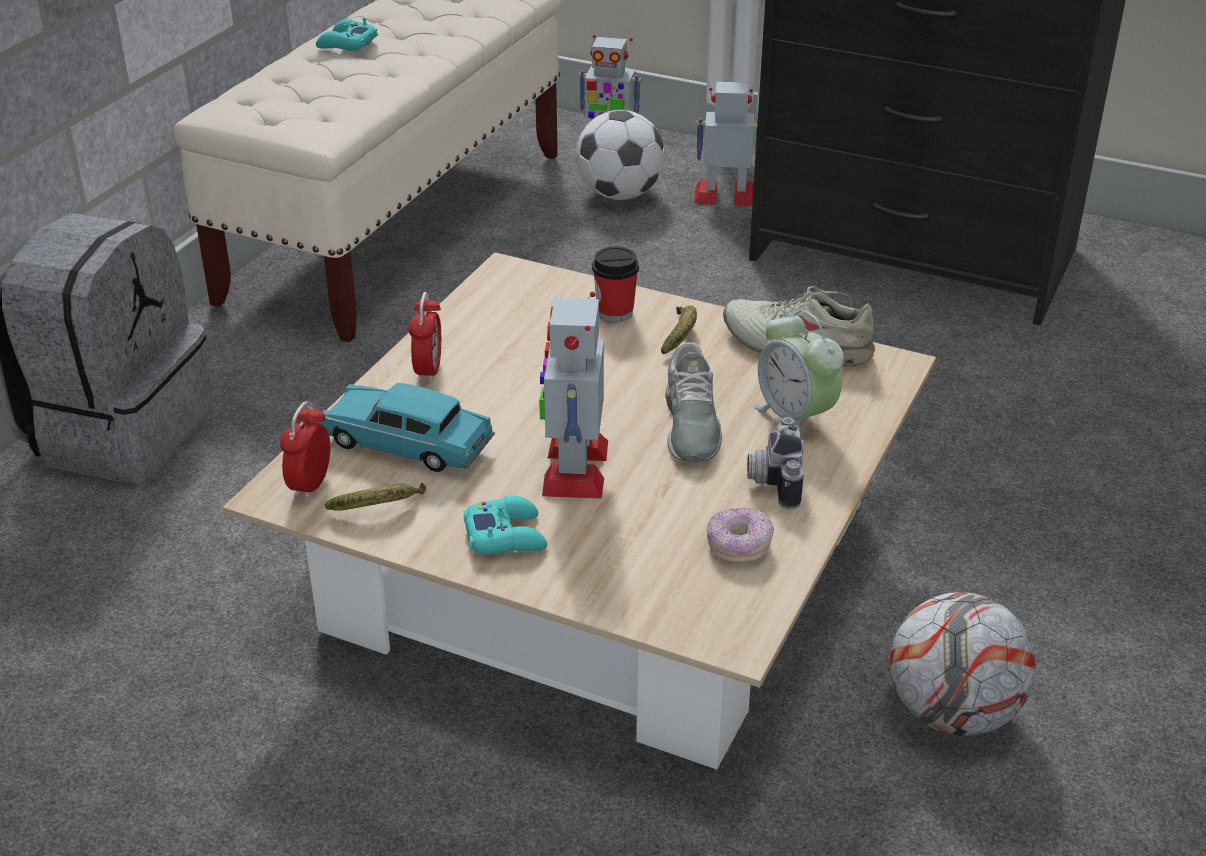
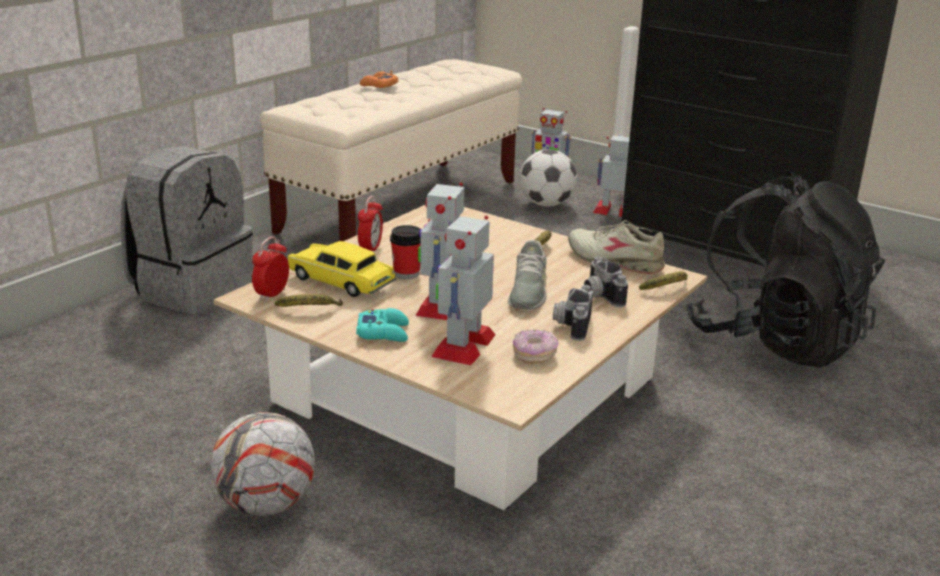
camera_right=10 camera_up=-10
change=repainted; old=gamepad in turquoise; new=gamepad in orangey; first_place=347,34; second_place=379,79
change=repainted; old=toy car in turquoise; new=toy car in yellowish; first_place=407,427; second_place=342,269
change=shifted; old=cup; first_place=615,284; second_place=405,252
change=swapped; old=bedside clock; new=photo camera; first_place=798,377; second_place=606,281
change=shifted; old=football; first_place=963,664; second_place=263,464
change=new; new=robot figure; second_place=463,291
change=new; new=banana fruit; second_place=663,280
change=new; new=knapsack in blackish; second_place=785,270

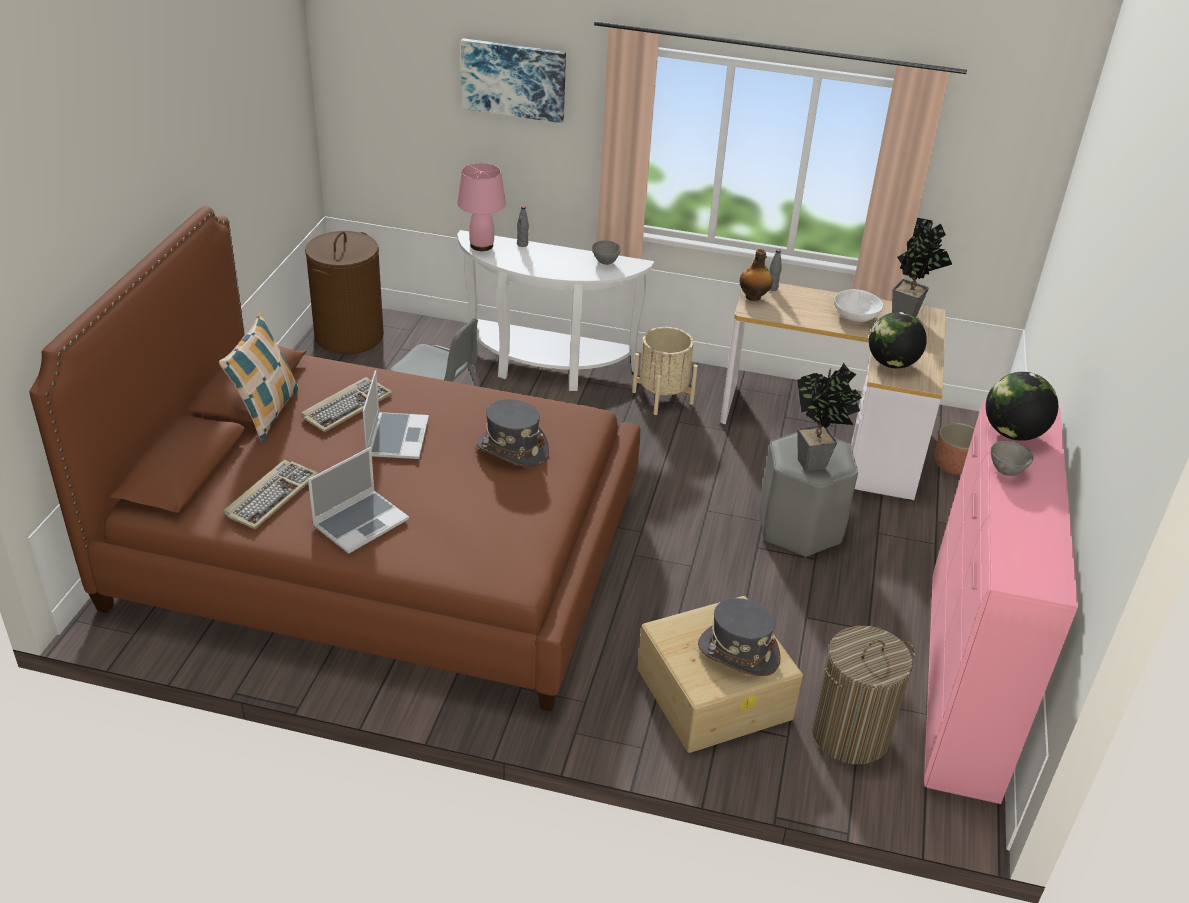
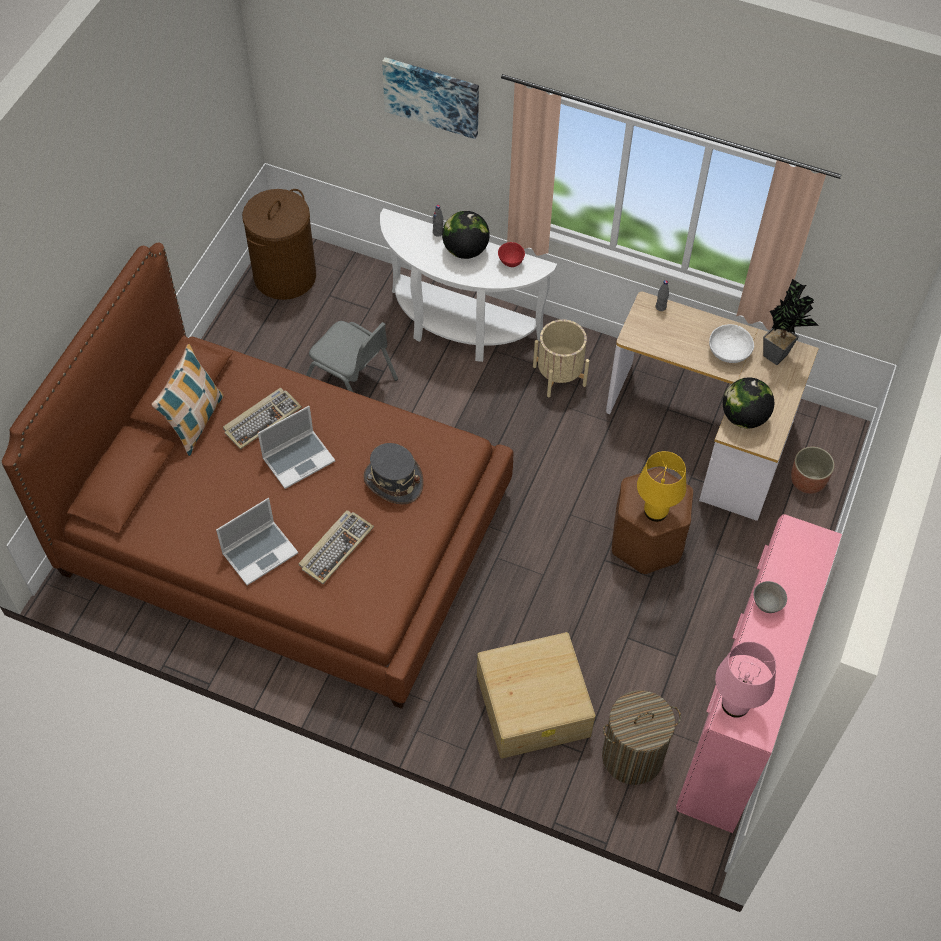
camera_right=10 camera_up=20
change=shifted; old=PC keyboard; first_place=271,494; second_place=336,547
change=rotated; old=notebook computer; first_place=396,414; second_place=296,447; degrees=45
change=shifted; old=tabletop lamp in pink; first_place=481,207; second_place=745,680
change=repainted; old=deep dish in grey; new=deep dish in red-coloured; first_place=606,252; second_place=511,254
change=gone; old=clothing hat in grey; first_place=739,637
change=gone; old=beverage bottle; first_place=756,275
change=repainted; old=stool seat in grey; new=stool seat in brown; first_place=808,494; second_place=652,520
change=swapped; old=potted plant; new=tabletop lamp in yellowish; first_place=829,417; second_place=661,486
change=shifted; old=desk globe; first_place=1022,406; second_place=466,235

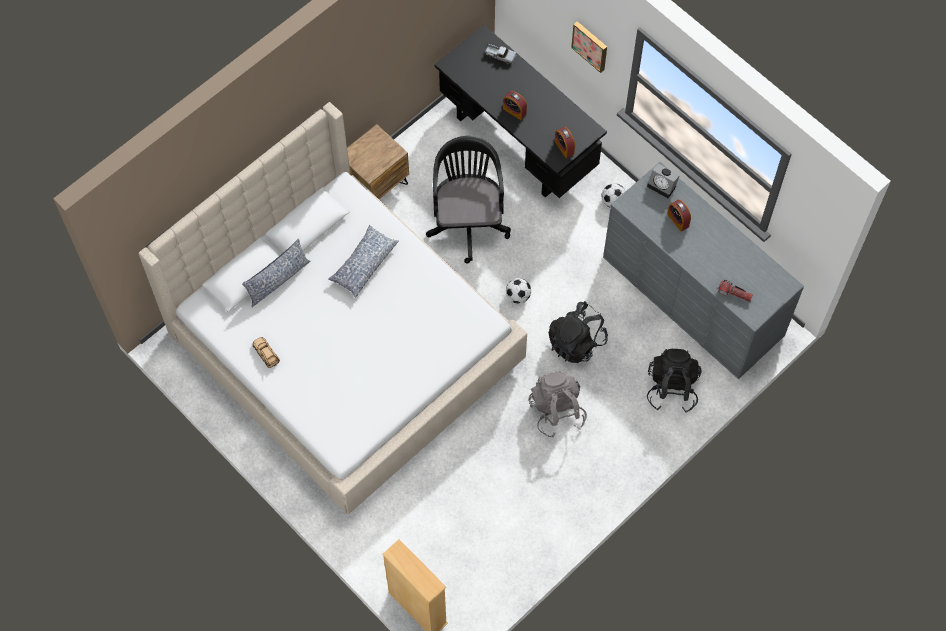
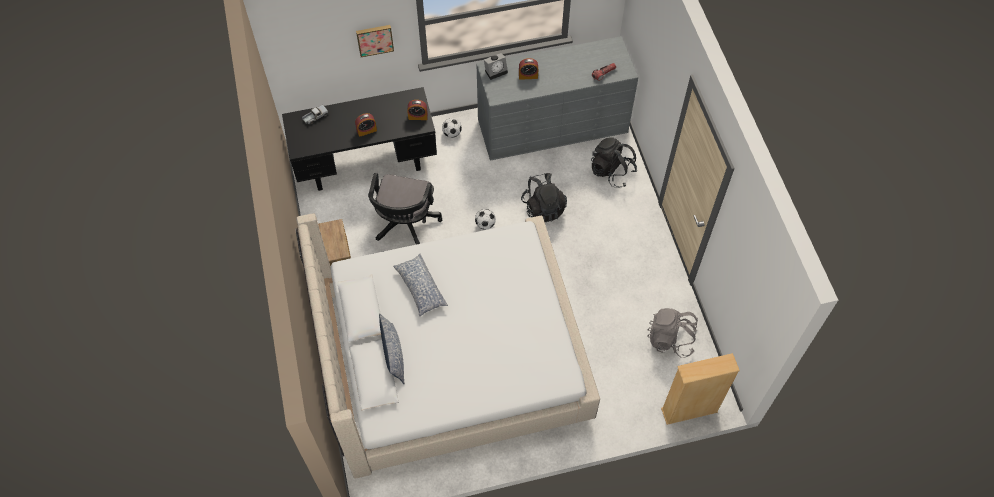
camera_right=-60 camera_up=-5
change=gone; old=toy car in sand-coloured; first_place=266,352
change=rotated; old=desk chair in blackish; first_place=468,200; second_place=405,209; degrees=-105
change=shifted; old=knapsack in grey; first_place=558,404; second_place=672,333

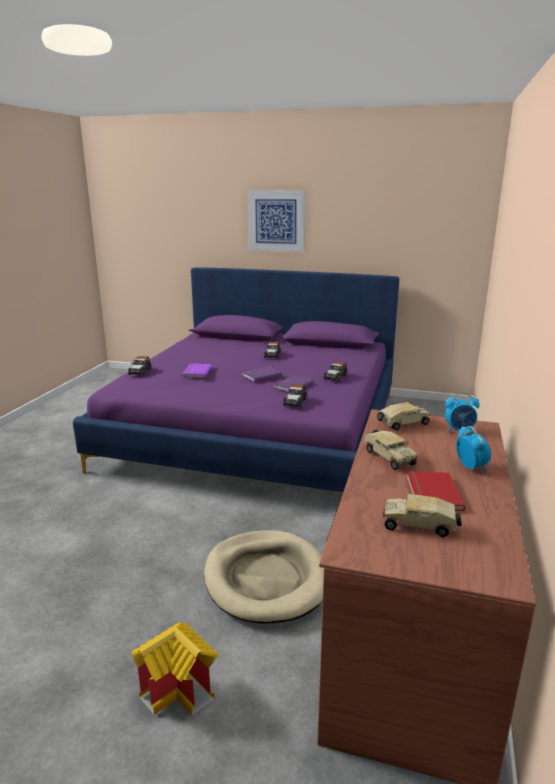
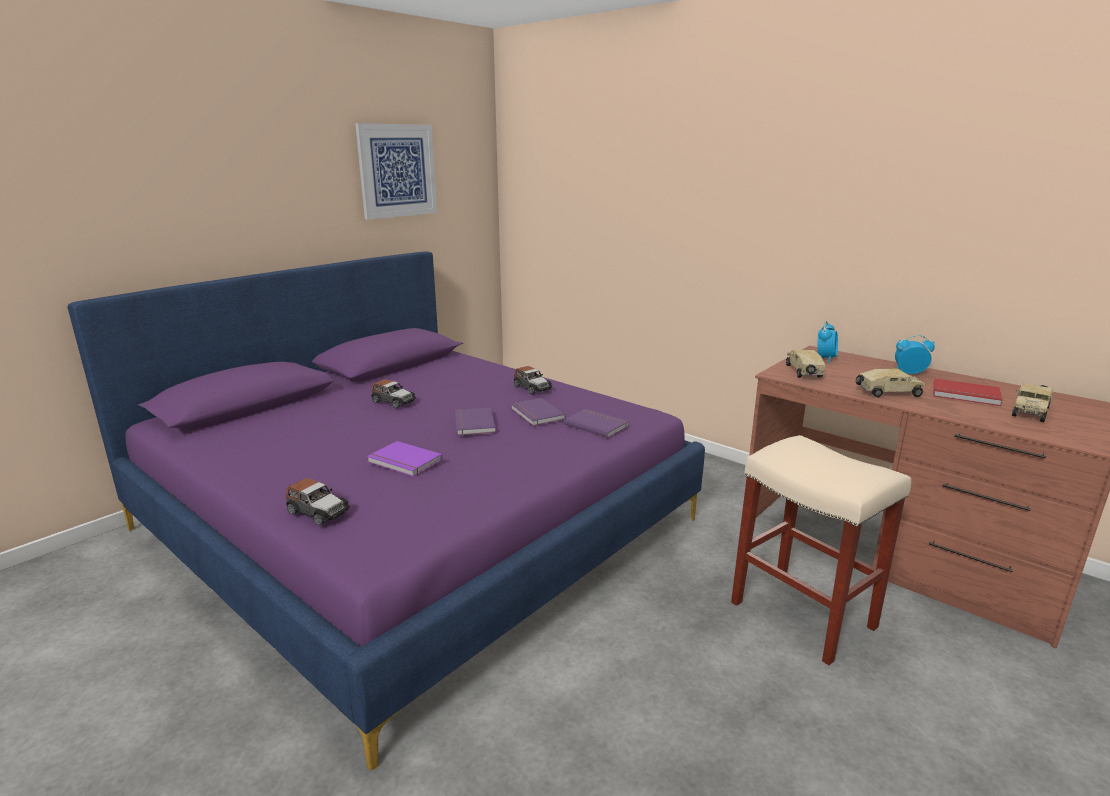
camera_right=-65 camera_up=0
change=gone; old=model house; first_place=175,669
change=swapped; old=dog cushion in sand-coloured; new=stool seat in sand-coloured; first_place=264,577; second_place=821,550
change=shifted; old=wall picture; first_place=276,221; second_place=396,171
change=swapped; old=toy car; new=book in purple; first_place=295,396; second_place=596,423

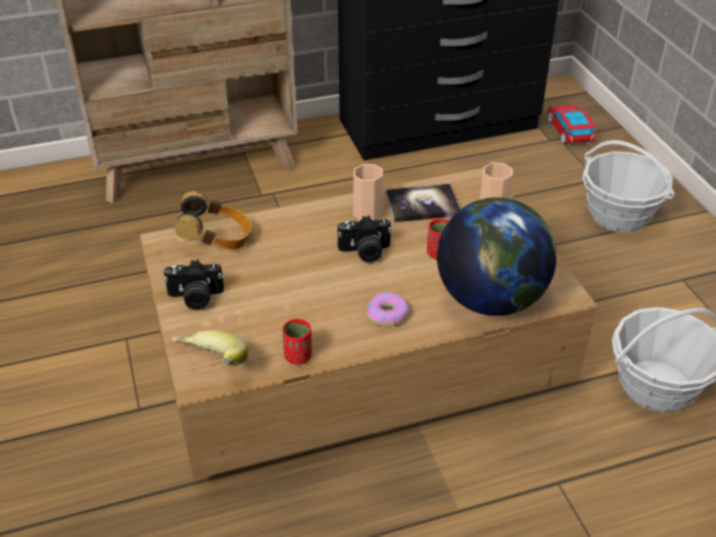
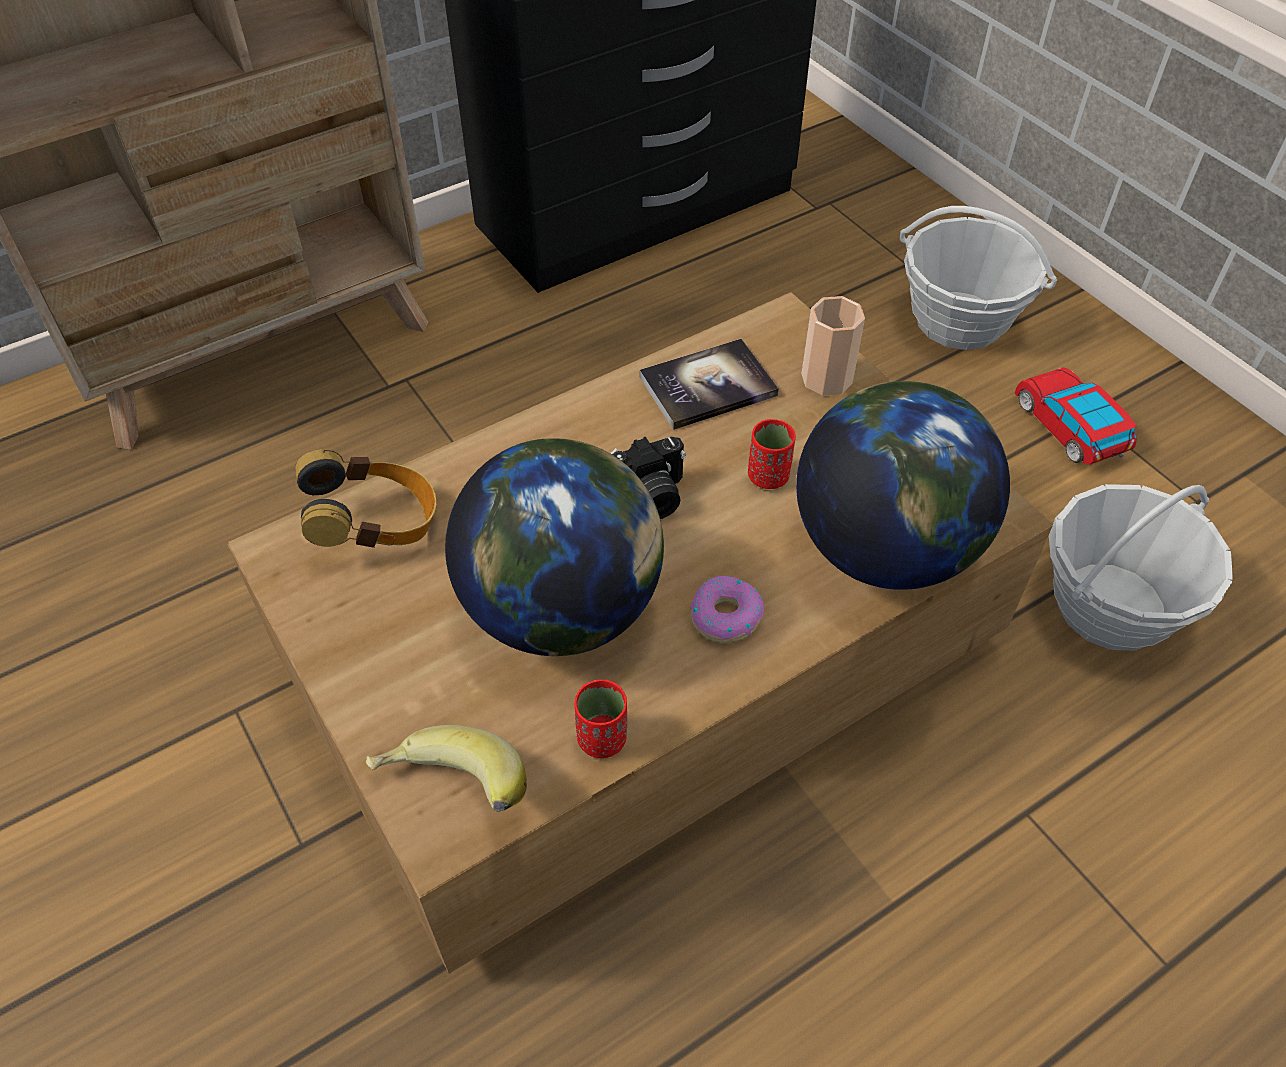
camera_right=-15 camera_up=10
change=gone; old=photo camera; first_place=194,285
change=gone; old=cup; first_place=368,192
change=shifted; old=toy car; first_place=571,124; second_place=1076,416
change=new; new=desk globe; second_place=554,547

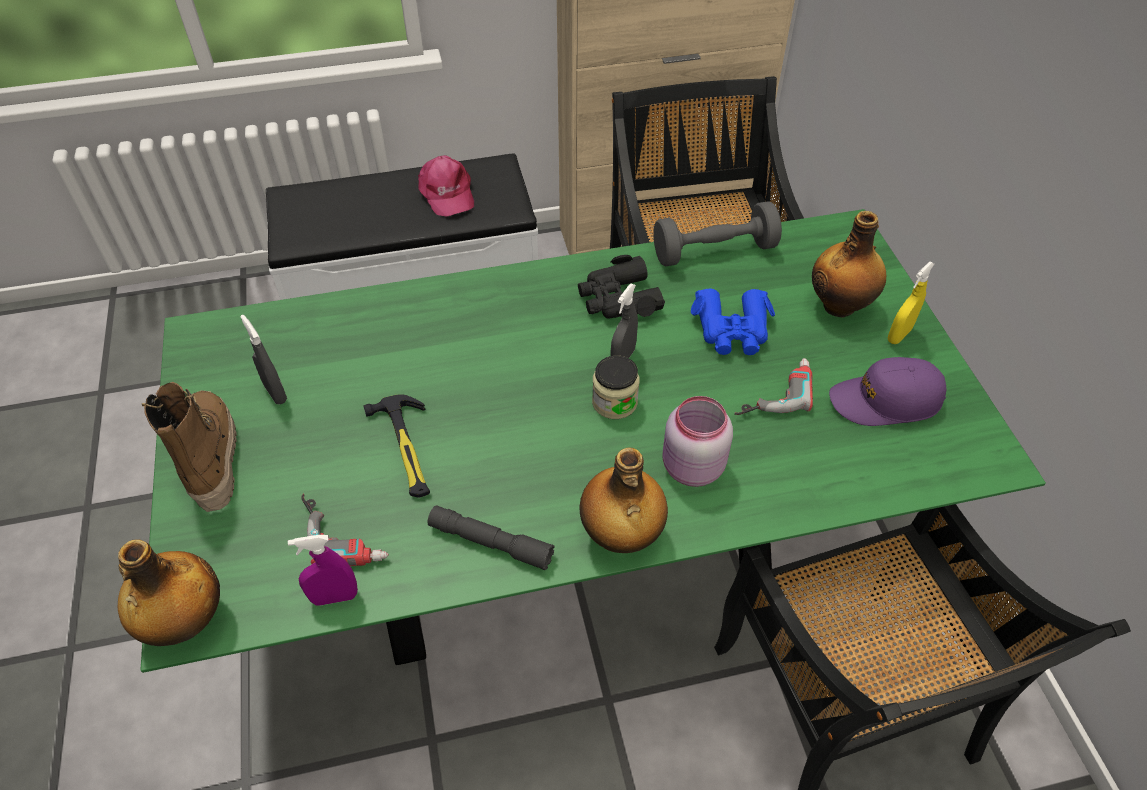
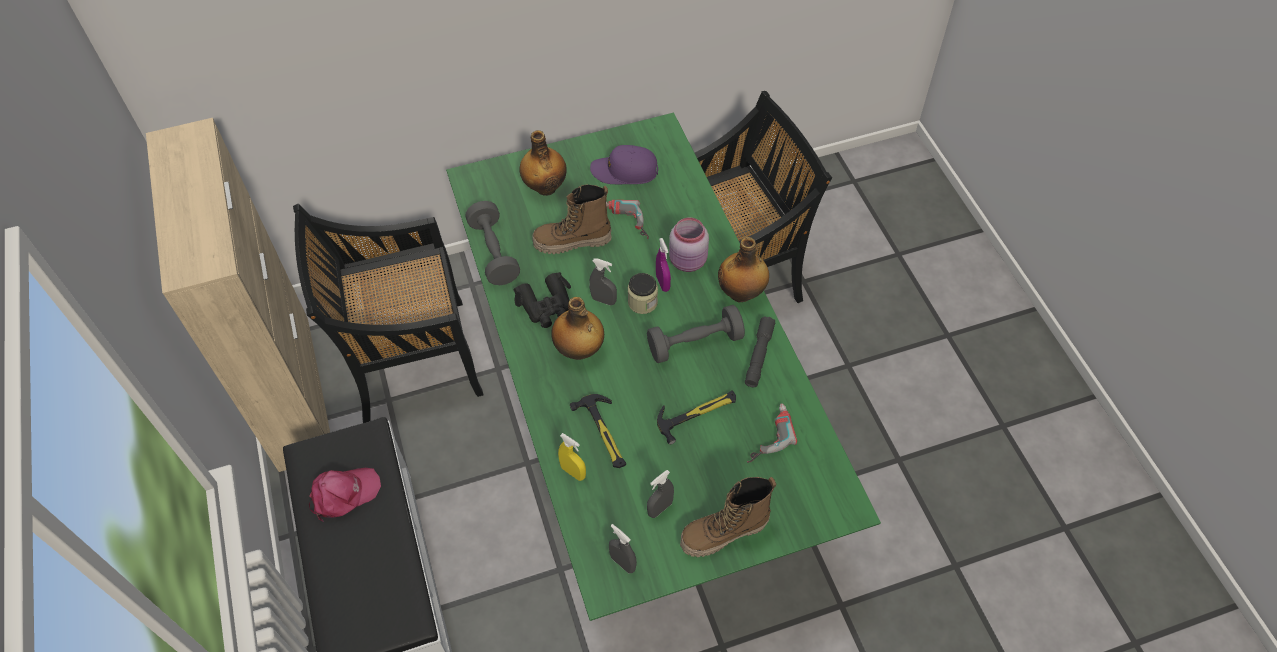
camera_right=-95 camera_up=5
change=shifted; old=beverage bottle; first_place=169,592; second_place=577,328
change=shifted; old=hand sprayer in purple; first_place=323,570; second_place=663,265
change=swapped; old=field glasses in blue-coloured; new=tall boot; first_place=733,322; second_place=571,219
change=rotated; old=cap in purple; first_place=887,391; second_place=624,164; degrees=105
change=shifted; old=hand sprayer in yellowish; first_place=911,303; second_place=572,457
change=new; new=hand hammer; second_place=598,431
change=new; new=hand sprayer in grey; second_place=623,548
change=new; new=hand weight in grey; second_place=696,334

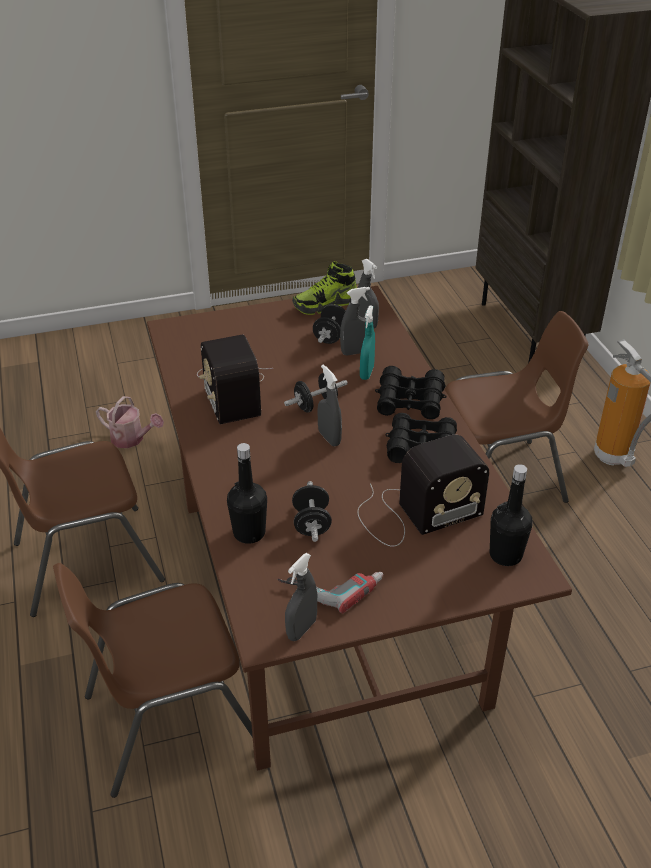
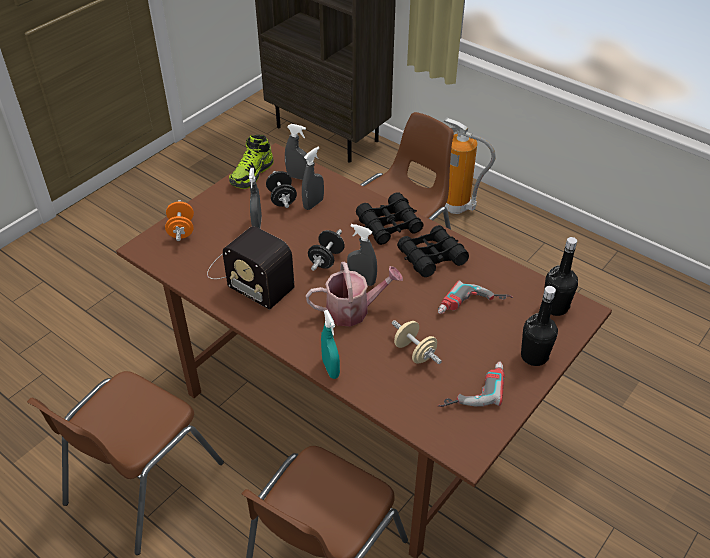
camera_right=-35 camera_up=5
change=shifted; old=watering can; first_place=130,422; second_place=354,294
change=shifted; old=beverage bottle in blackish; first_place=247,493; second_place=539,326
change=shifted; old=hand sprayer in grey; first_place=301,597; second_place=255,198
change=repainted; old=hand weight in blackish; new=hand weight in sand-coloured; first_place=312,511; second_place=417,342
change=swapped; old=radio; new=electric drill; first_place=423,491; second_place=475,297
change=shifted; old=hand sprayer in turquoise; first_place=367,342; second_place=330,344
change=new; new=hand weight in orangey; second_place=179,220

